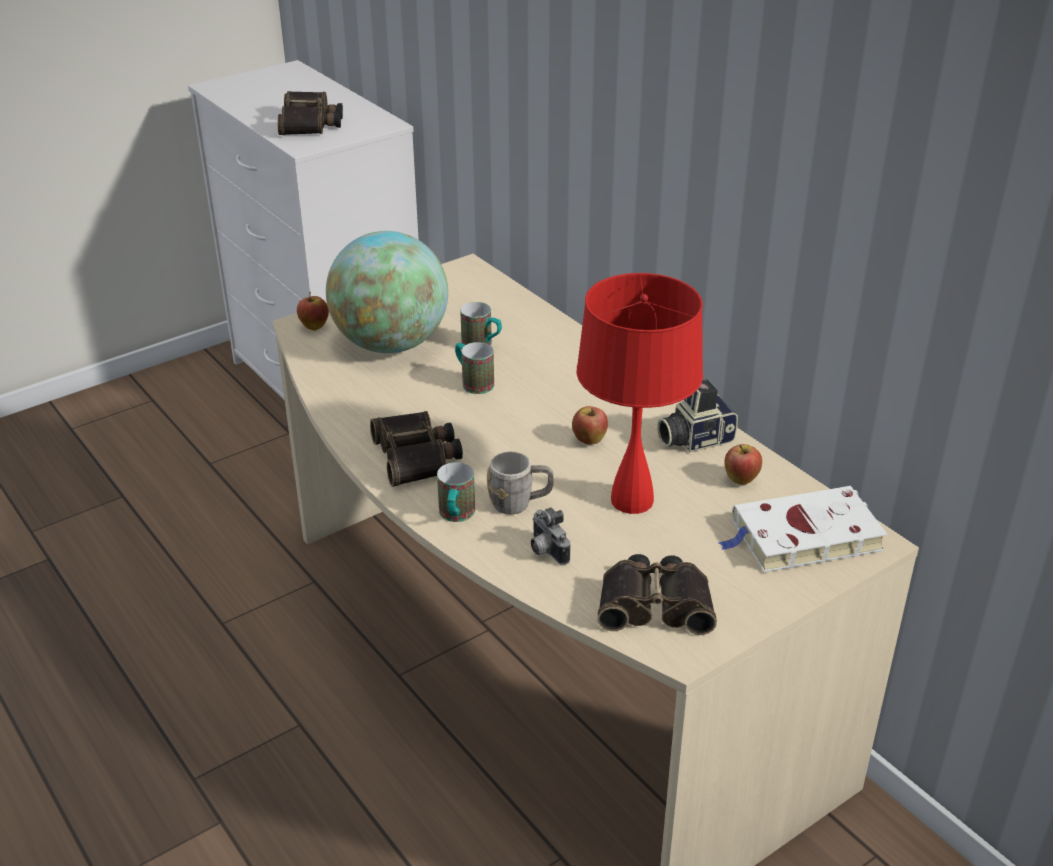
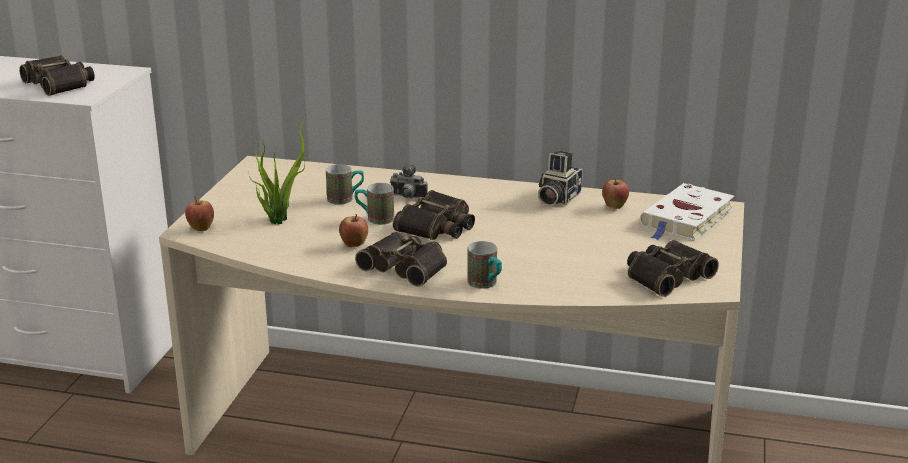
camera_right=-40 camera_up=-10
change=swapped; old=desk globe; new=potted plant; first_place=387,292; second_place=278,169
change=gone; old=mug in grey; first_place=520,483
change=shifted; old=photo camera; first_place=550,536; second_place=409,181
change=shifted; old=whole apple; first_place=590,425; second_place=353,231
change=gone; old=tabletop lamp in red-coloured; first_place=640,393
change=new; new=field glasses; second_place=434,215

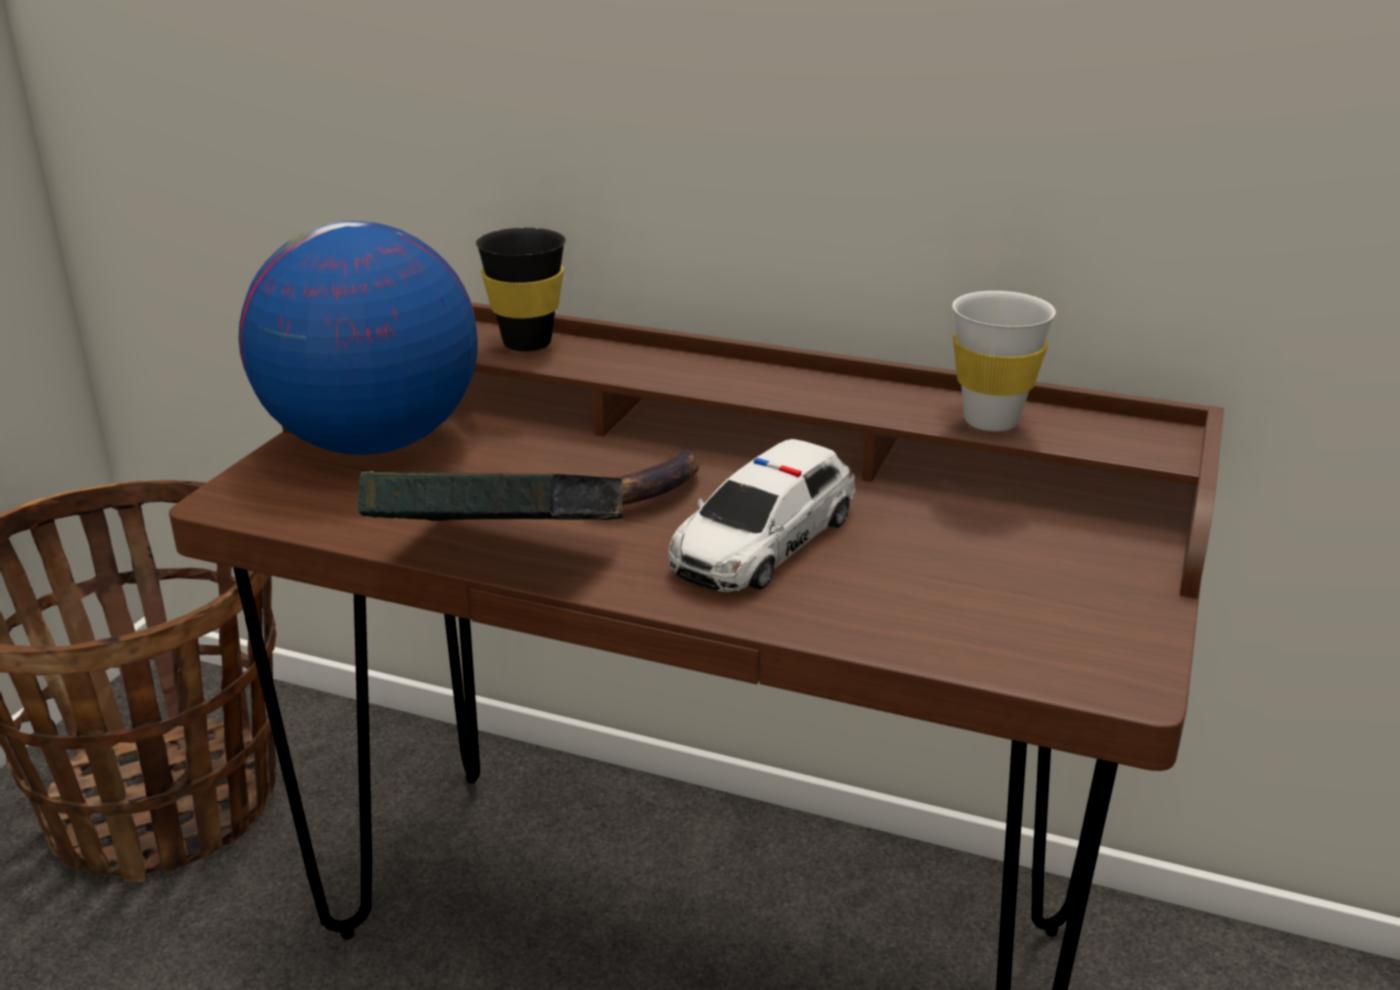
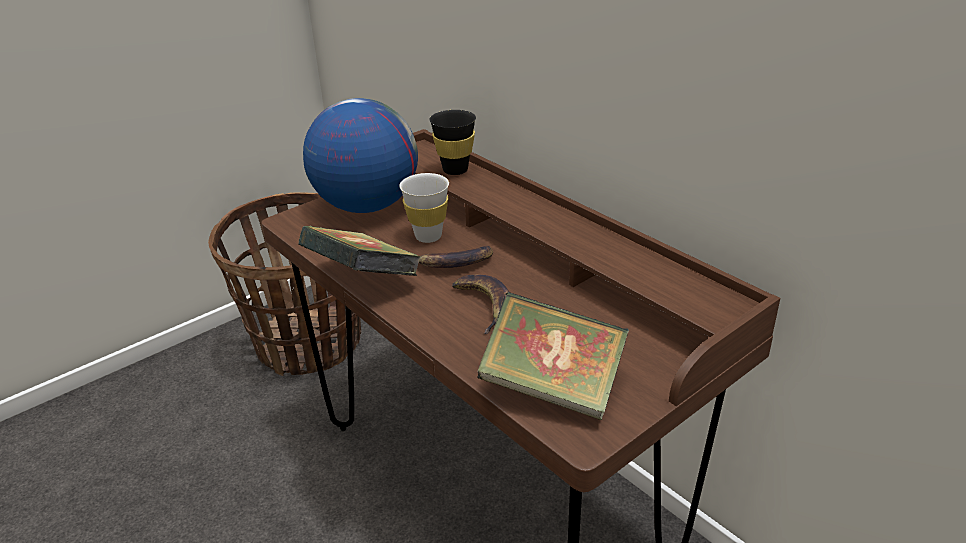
camera_right=30 camera_up=5
change=swapped; old=toy car; new=banana fruit; first_place=761,515; second_place=480,304
change=shifted; old=cup in whitish; first_place=1004,361; second_place=424,208
change=new; new=book; second_place=553,356

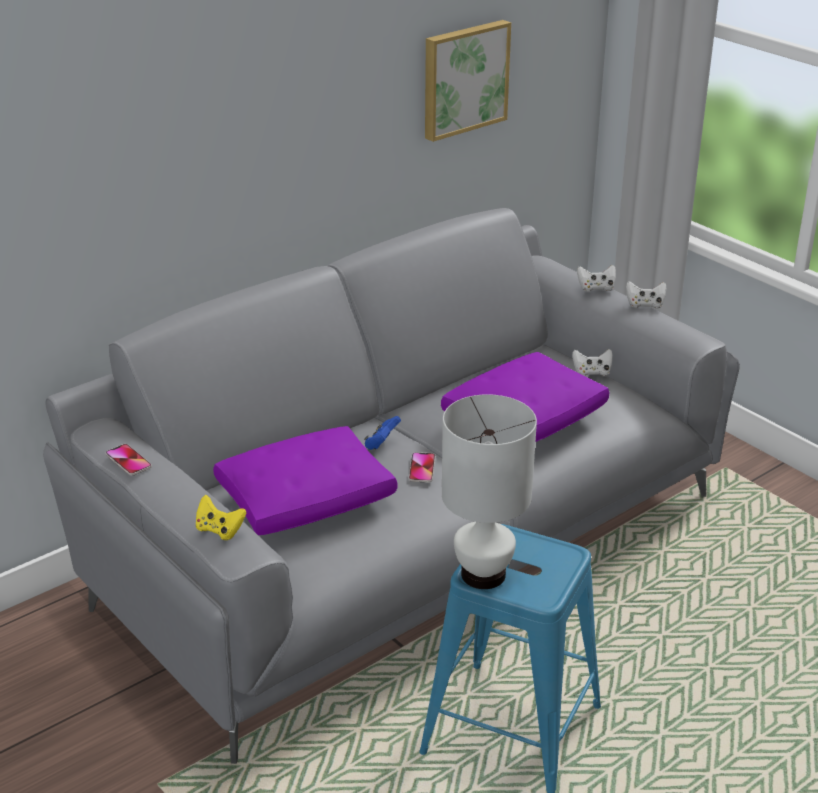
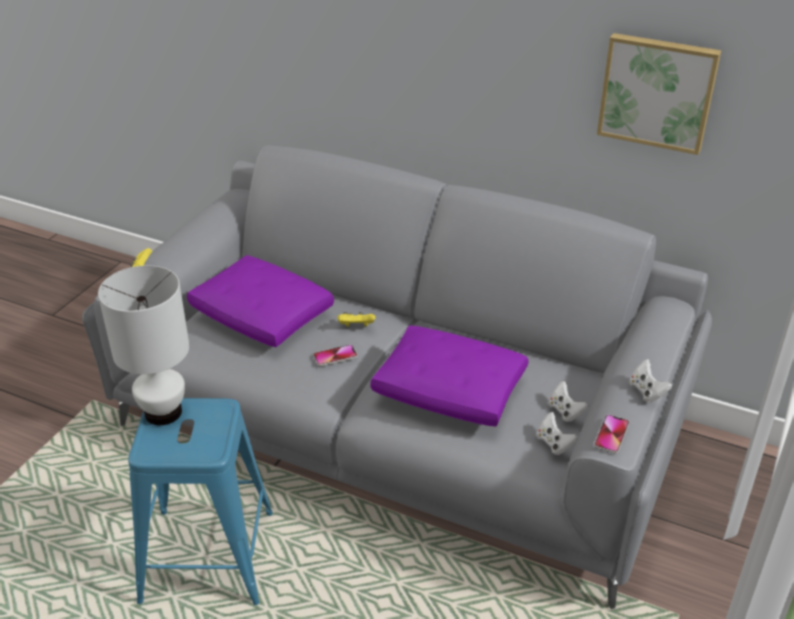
camera_right=65 camera_up=5
change=shifted; old=phone; first_place=128,460; second_place=611,434
change=repainted; old=gamepad in blue-coloured; new=gamepad in yellowish; first_place=382,433; second_place=356,319
change=shifted; old=gamepad in whitish; first_place=596,278; second_place=557,433

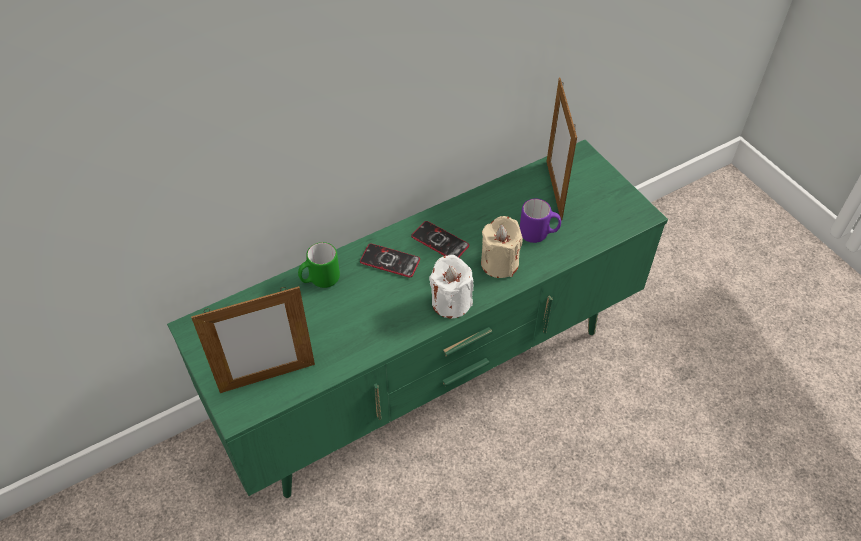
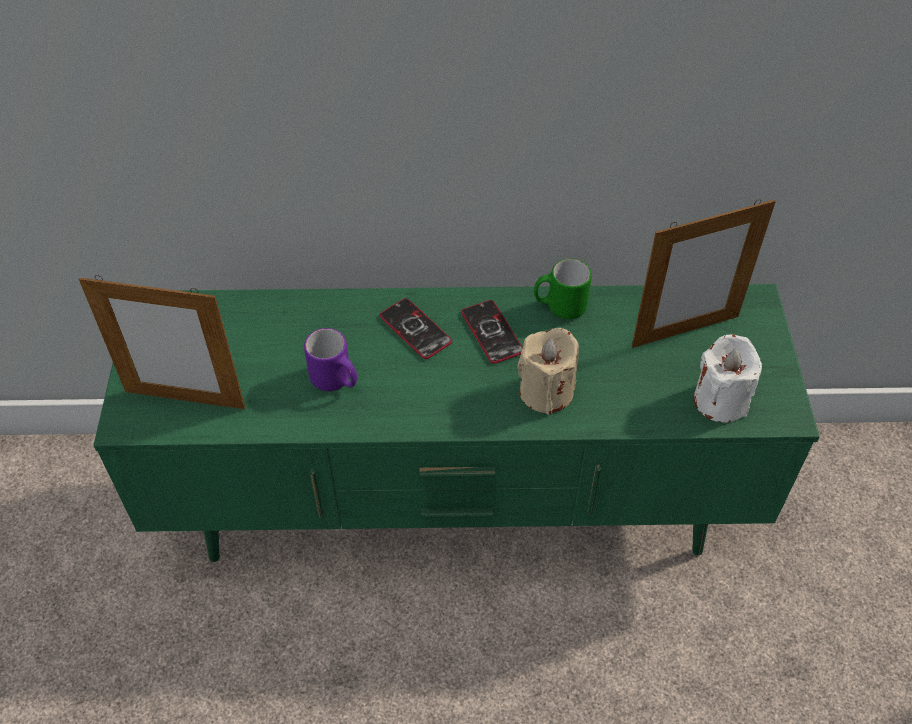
camera_right=30 camera_up=0
change=shifted; old=mug in green-coloured; first_place=319,265; second_place=563,289
change=shifted; old=candle in whitish; first_place=451,287; second_place=728,378
change=shifted; old=mug in purple; first_place=540,221; second_place=330,359
change=rotated; old=standing frame; first_place=562,149; second_place=704,273; degrees=-135

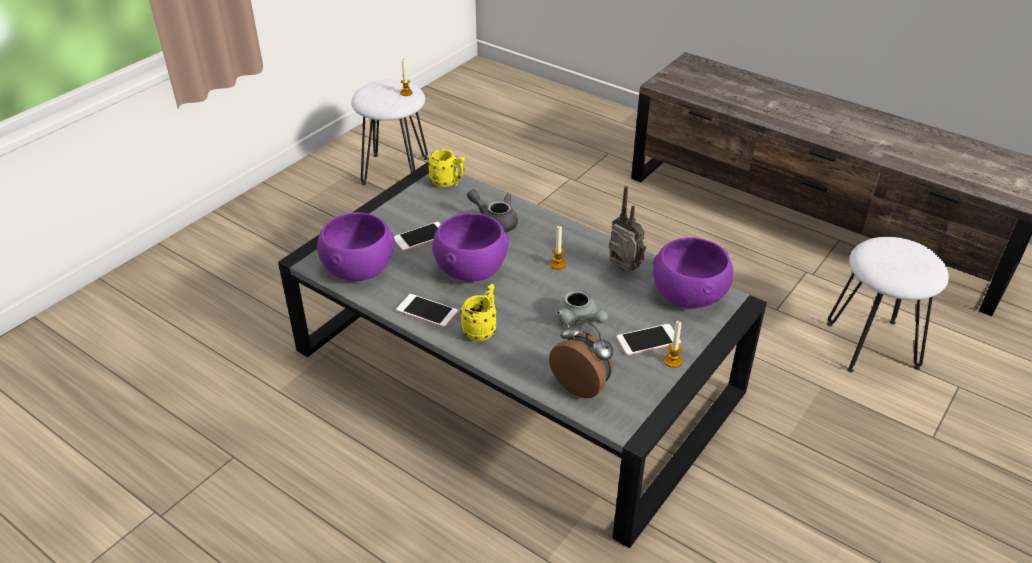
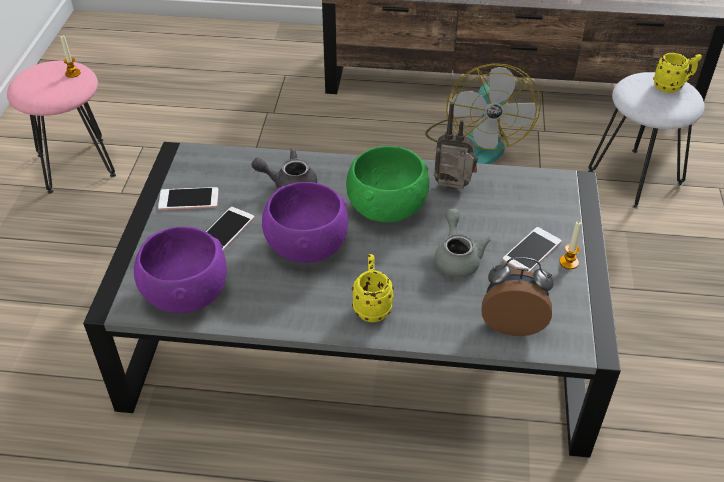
camera_right=-30 camera_up=5
change=repainted; old=stool seat in whitish; new=stool seat in pink; first_place=389,132; second_place=61,127
change=shifted; old=phone; first_place=427,311; second_place=188,198
change=shifted; old=mug in yellowish; first_place=446,168; second_place=677,73
change=swapped; old=candle; new=deep dish in green-coloured; first_place=558,247; second_place=387,184
change=rotated; old=pot for tea in grey; first_place=582,308; second_place=462,243; degrees=-120
change=gone; old=deep dish in purple; first_place=693,272
change=new; new=fan; second_place=483,113

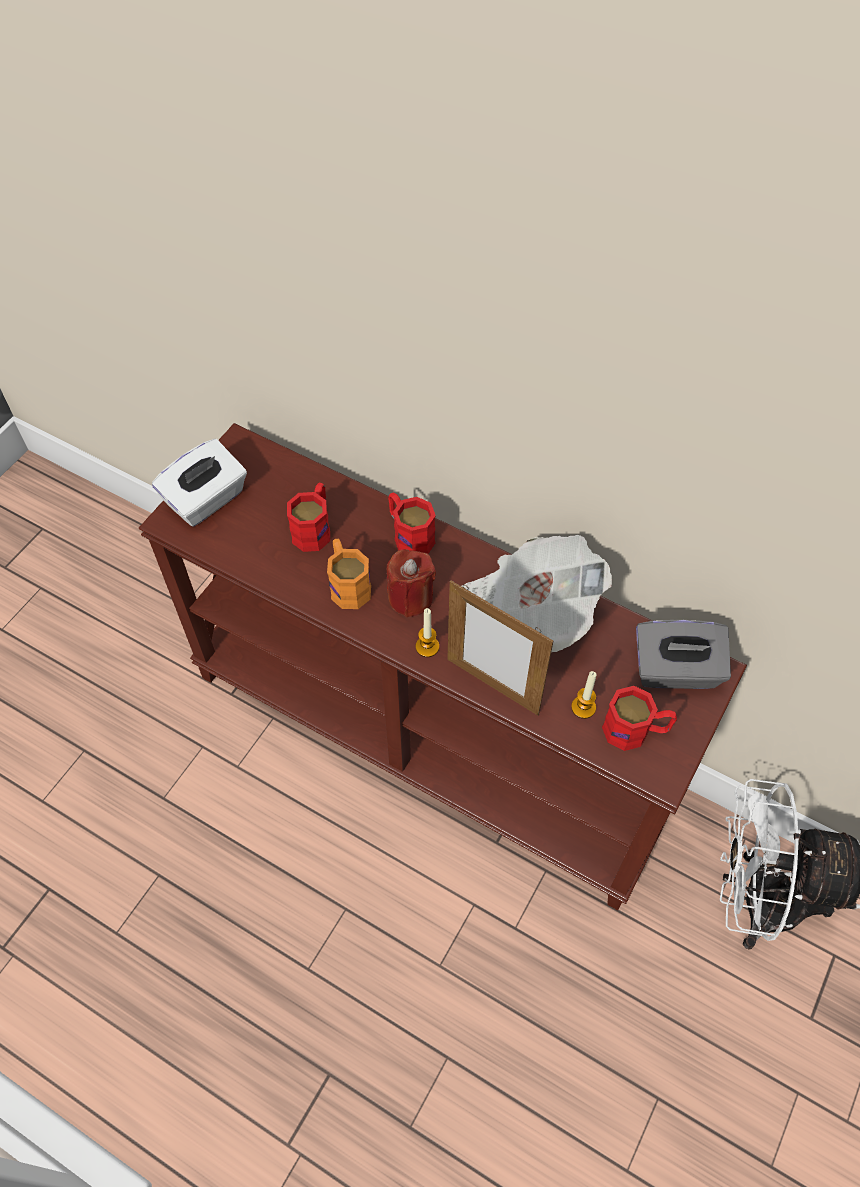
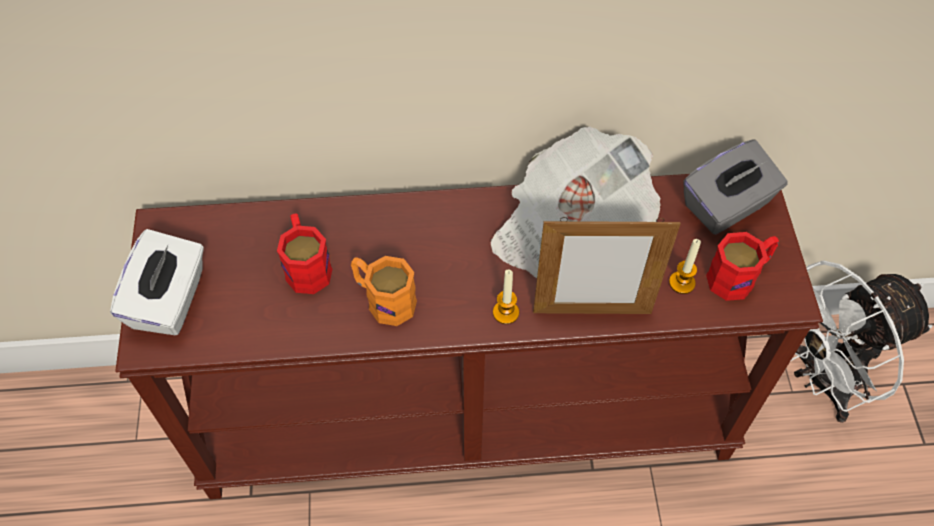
camera_right=-35 camera_up=0
change=gone; old=candle in red-coloured; first_place=411,583
change=gone; old=mug in red-coloured; first_place=412,523

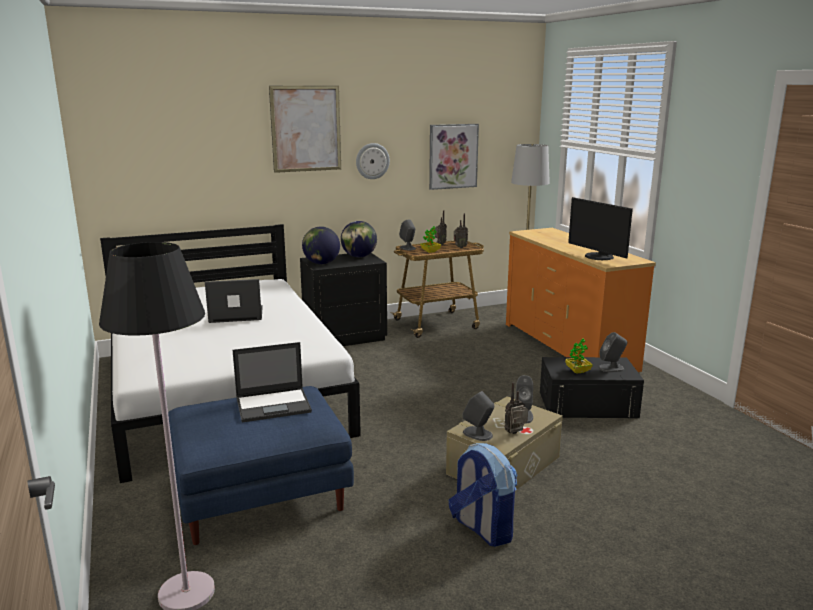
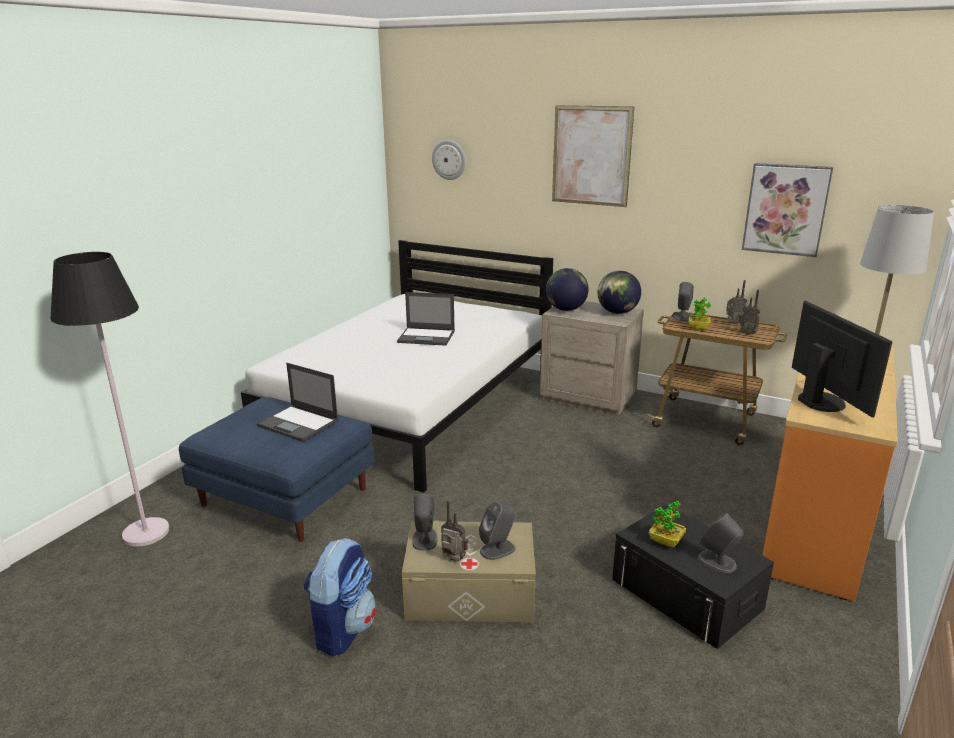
camera_right=50 camera_up=5
change=rotated; old=notebook computer; first_place=234,301; second_place=426,319; degrees=150
change=repainted; old=bedside table in blackish; new=bedside table in sand-coloured; first_place=343,299; second_place=592,358
change=shifted; old=hanging clock; first_place=373,161; second_place=449,160
change=rotated; old=computer display; first_place=600,228; second_place=842,359; degrees=150

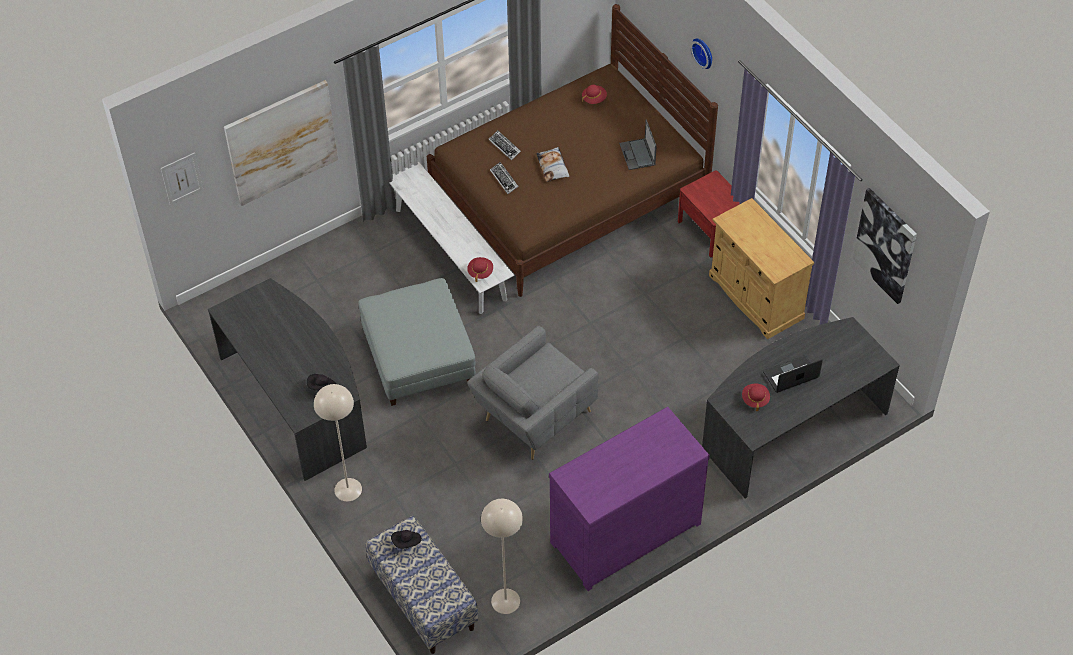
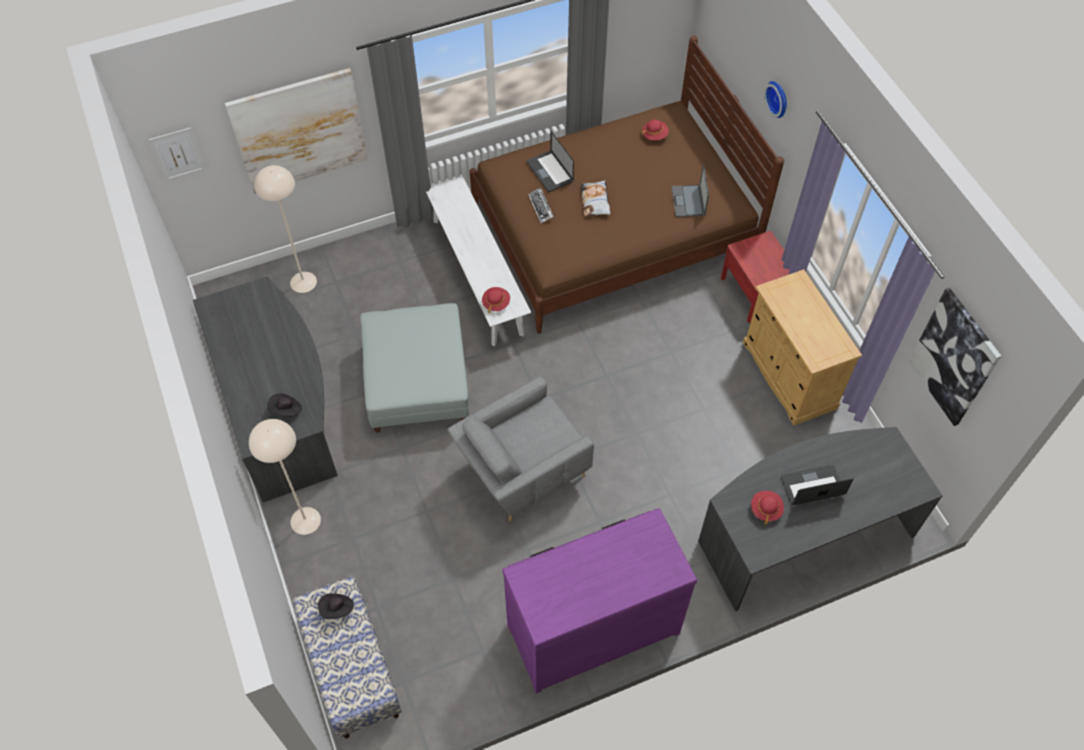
camera_right=10 camera_up=5
change=shifted; old=standing lamp in sand-coloured; first_place=502,556; second_place=285,229
change=swapped; old=PC keyboard; new=notebook computer; first_place=505,145; second_place=550,161

